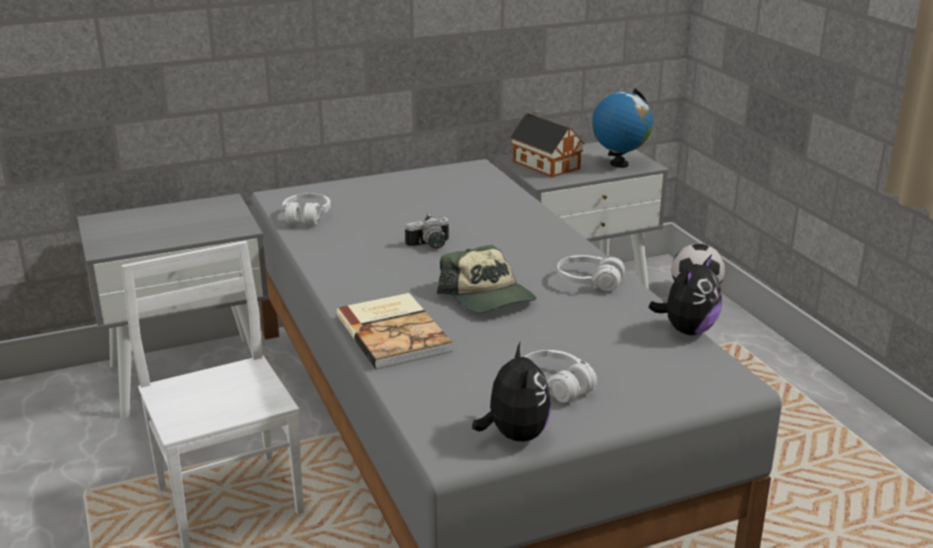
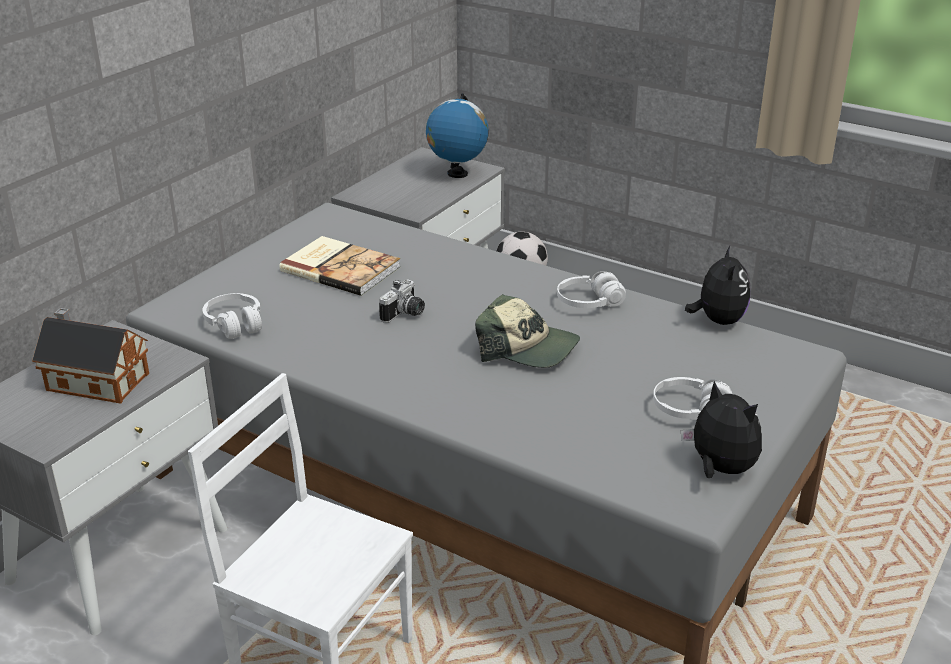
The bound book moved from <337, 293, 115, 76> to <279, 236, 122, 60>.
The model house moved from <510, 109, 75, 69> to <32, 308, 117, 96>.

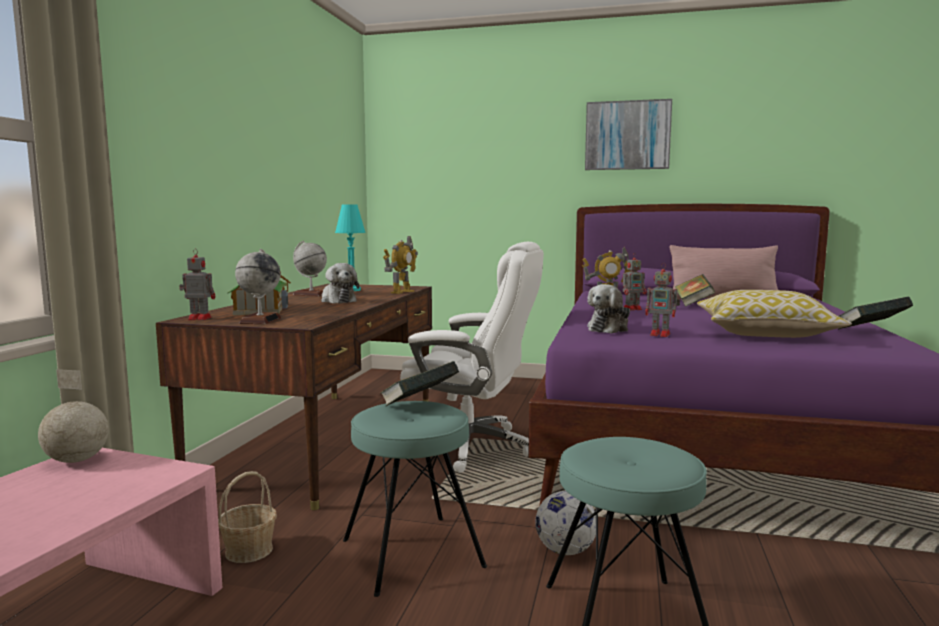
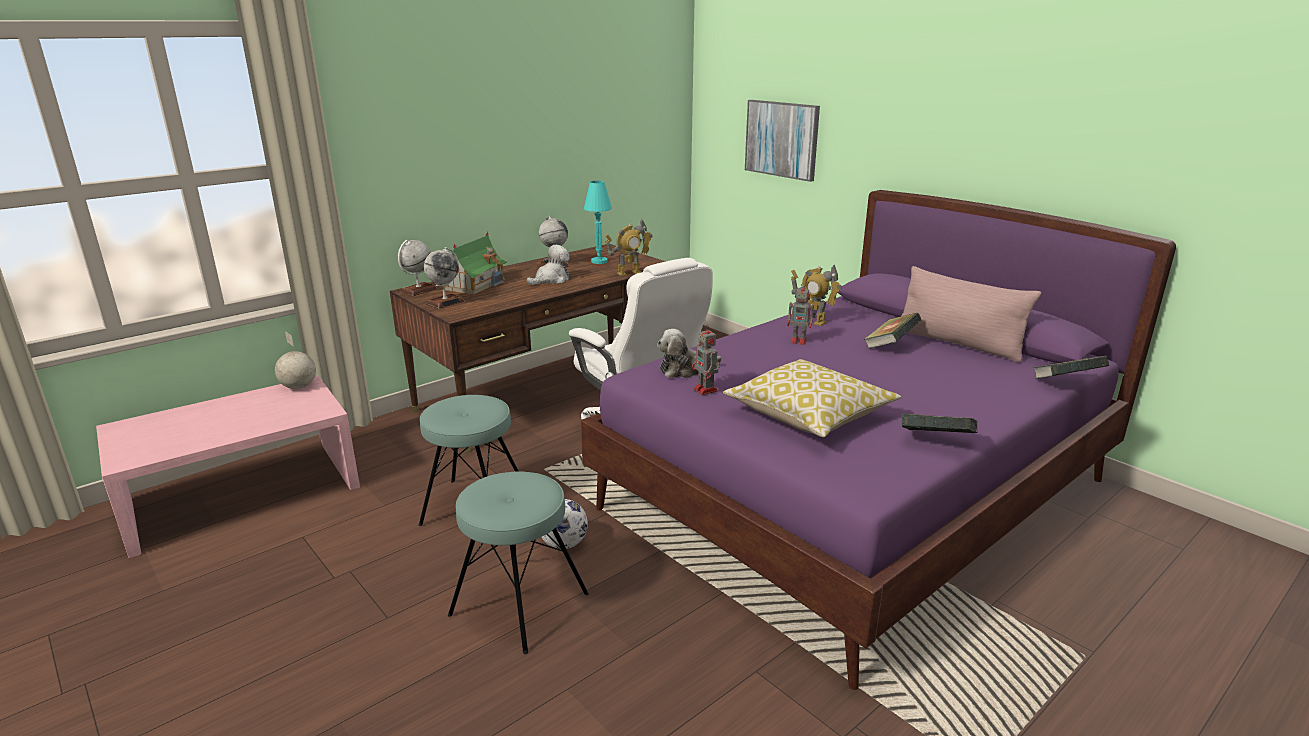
The household basket at <218, 471, 59, 92> disappeared.
The bound book moved from <380, 361, 79, 45> to <1032, 356, 77, 23>.
The wall picture moved from <585, 99, 87, 71> to <745, 100, 75, 82>.
The robot figure at <179, 249, 36, 71> was replaced by the world globe at <398, 240, 39, 56>.
The plush toy at <321, 263, 38, 40> turned 135 degrees counterclockwise.

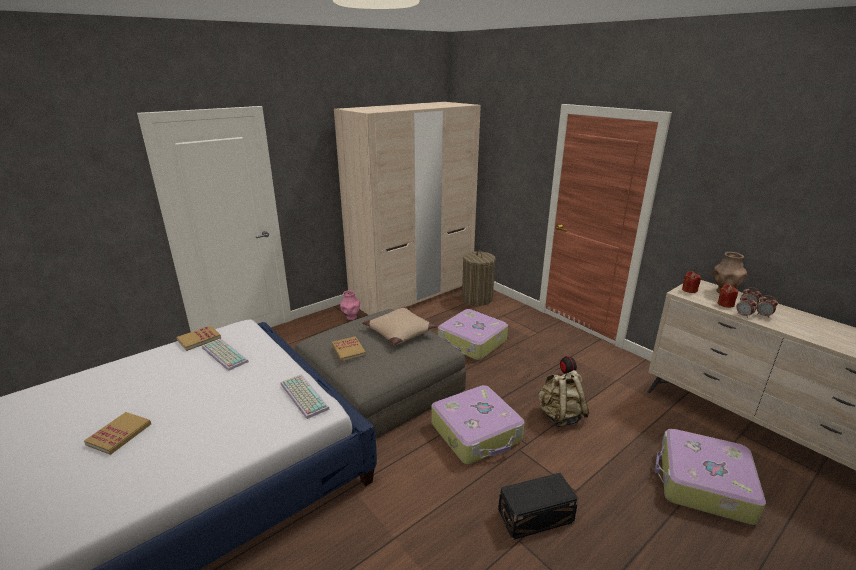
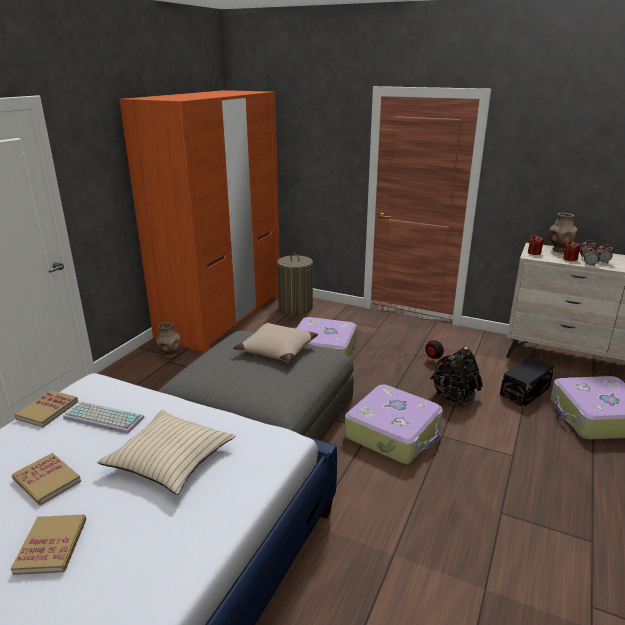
The PC keyboard at <281, 374, 48, 45> disappeared.
The pillow/beige at <97, 410, 138, 85> appeared.
The bound book moved from <332, 336, 34, 26> to <12, 453, 69, 52>.
The storage bin/blackish moved from <498, 473, 81, 67> to <500, 356, 54, 51>.
The armoire/beige at <334, 102, 147, 213> became the armoire/orange-coloured at <119, 90, 161, 262>.
The decorative vase/pinkish at <340, 290, 20, 30> became the decorative vase/brownish at <156, 322, 25, 37>.
The backpack/beige at <538, 370, 51, 57> became the backpack/blackish at <430, 347, 53, 60>.

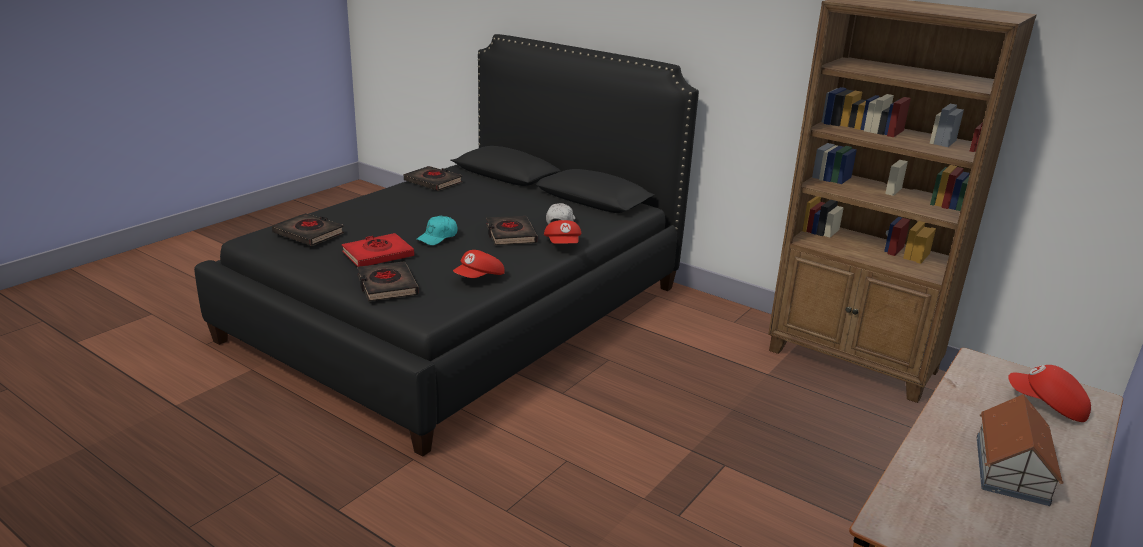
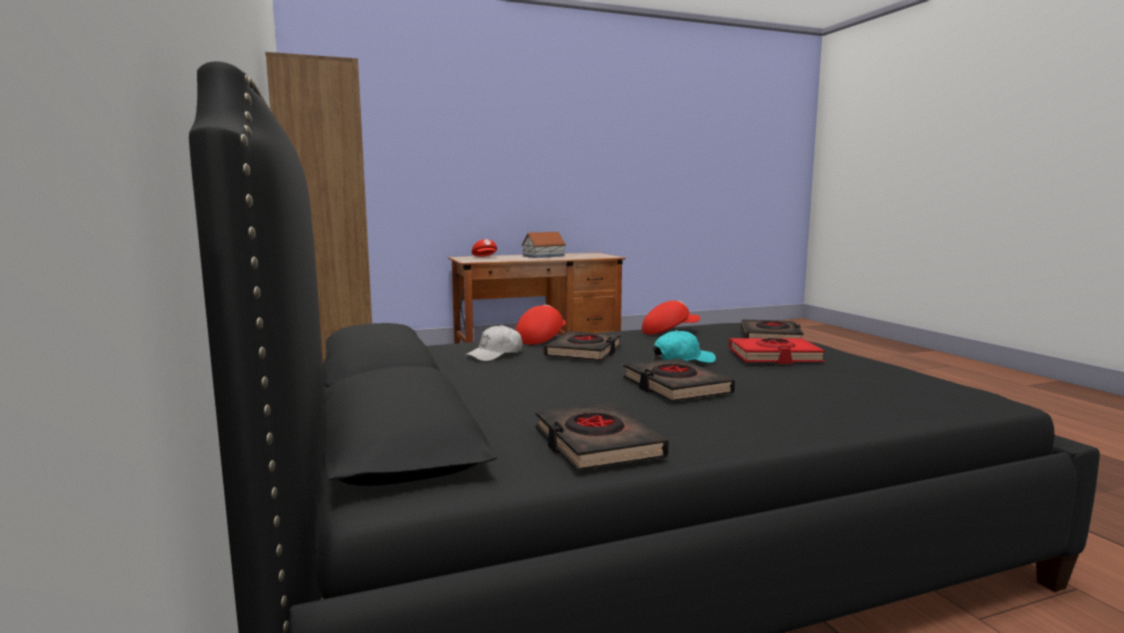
The bound book/blackish moved from <272, 213, 72, 33> to <623, 359, 112, 42>.

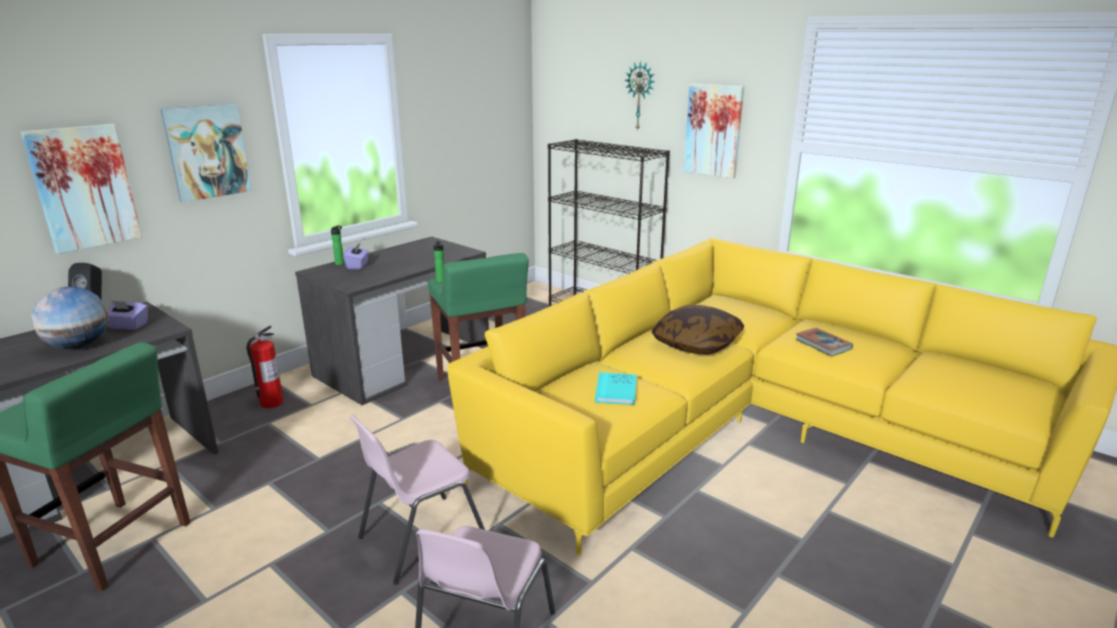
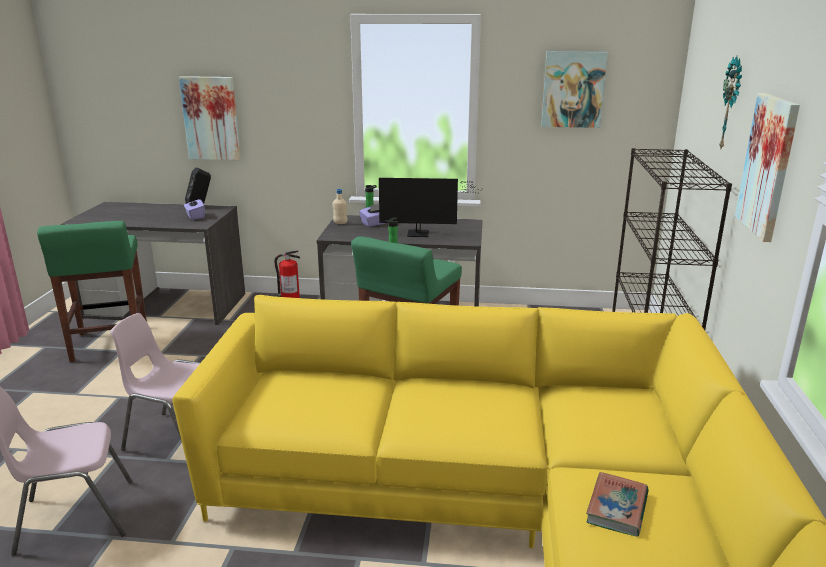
The world globe at <31, 287, 78, 62> disappeared.
The bound book/blue-green at <595, 372, 42, 33> disappeared.
The pillow at <652, 305, 92, 50> disappeared.
The drink bottle/beige at <333, 189, 14, 35> appeared.
The monitor at <379, 178, 103, 59> appeared.
The wall picture moved from <160, 104, 92, 98> to <541, 51, 67, 77>.

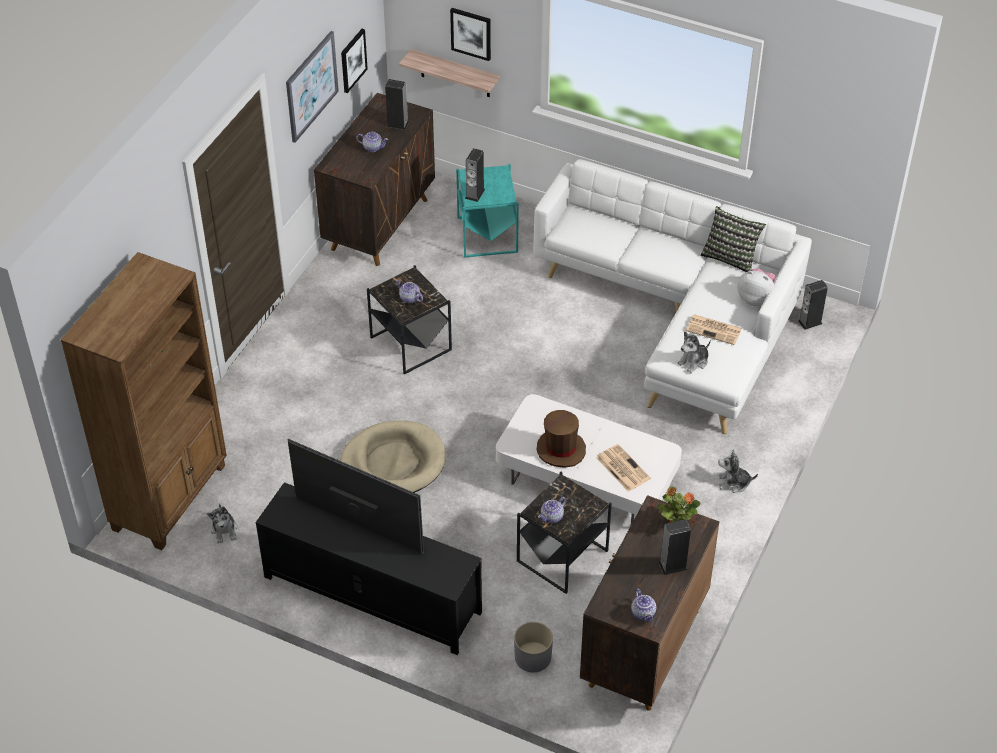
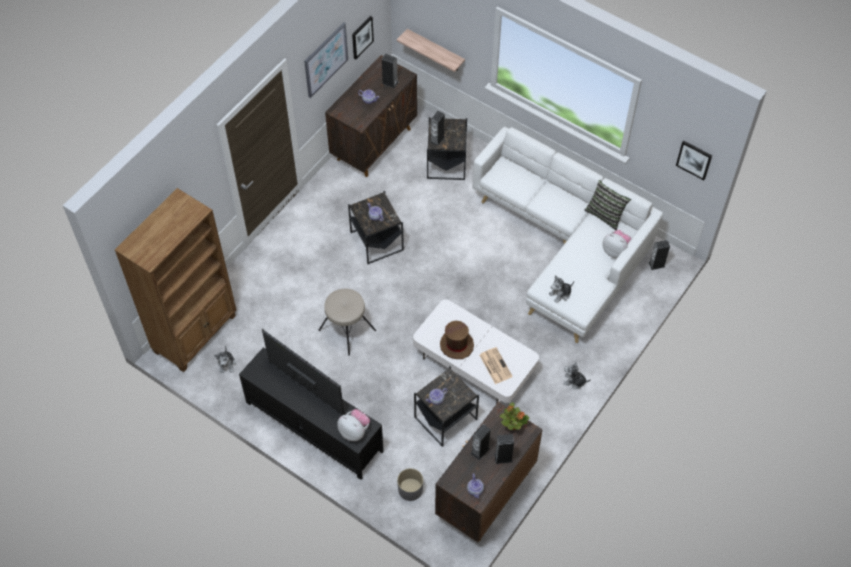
The newspaper at <686, 314, 56, 31> disappeared.
The plush toy at <337, 409, 33, 32> appeared.
The speaker at <471, 424, 20, 36> appeared.
The wall picture moved from <450, 8, 41, 53> to <676, 140, 36, 40>.
The dog cushion/beige at <340, 420, 106, 73> was replaced by the stool seat/beige at <318, 289, 58, 67>.
The side table/blue-green at <456, 164, 63, 94> became the side table/blackish at <427, 117, 40, 63>.

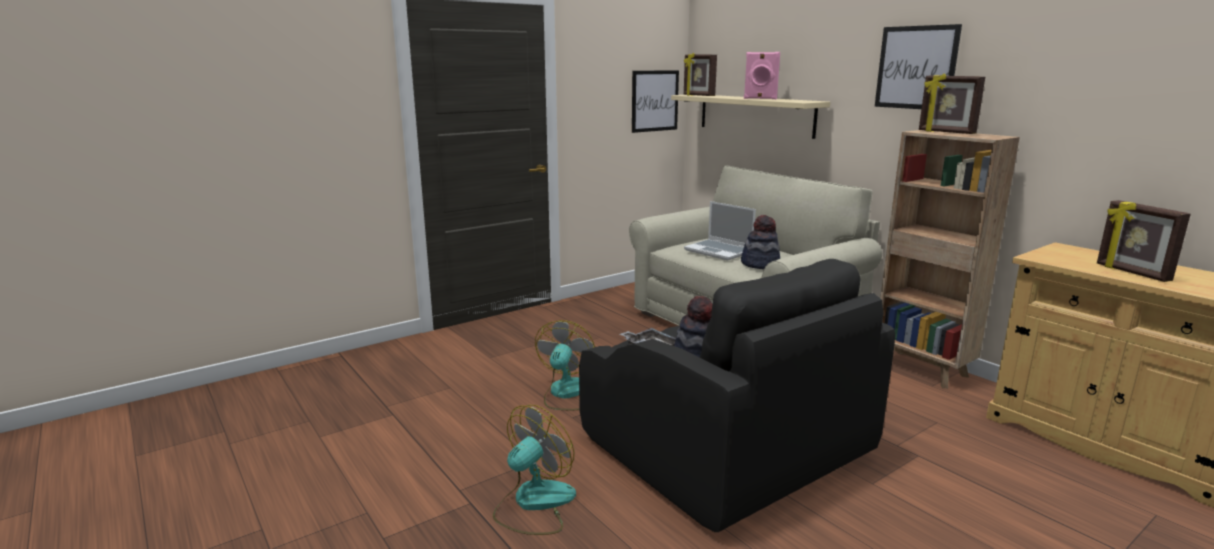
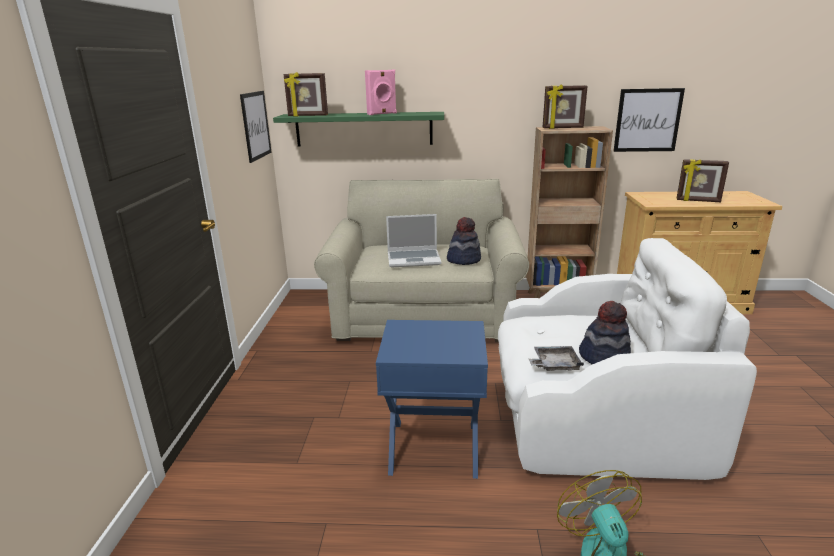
The wall picture moved from <875, 24, 87, 85> to <613, 88, 72, 64>.
The cooling fan at <535, 320, 60, 90> was replaced by the side table/blue at <376, 320, 112, 159>.
The armchair/blackish at <579, 259, 316, 273> became the armchair/white at <498, 238, 259, 242>.
The shelf/beige at <671, 95, 159, 44> became the shelf/green at <273, 112, 171, 34>.

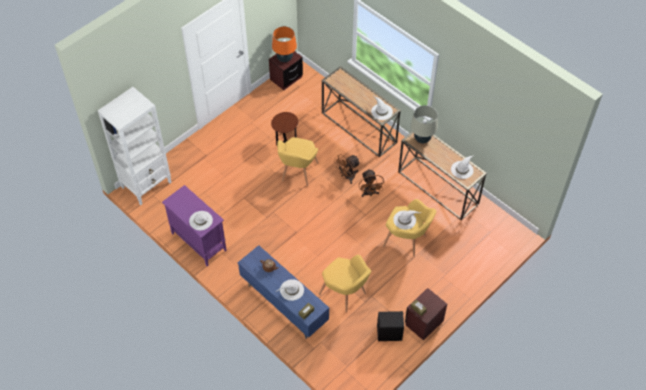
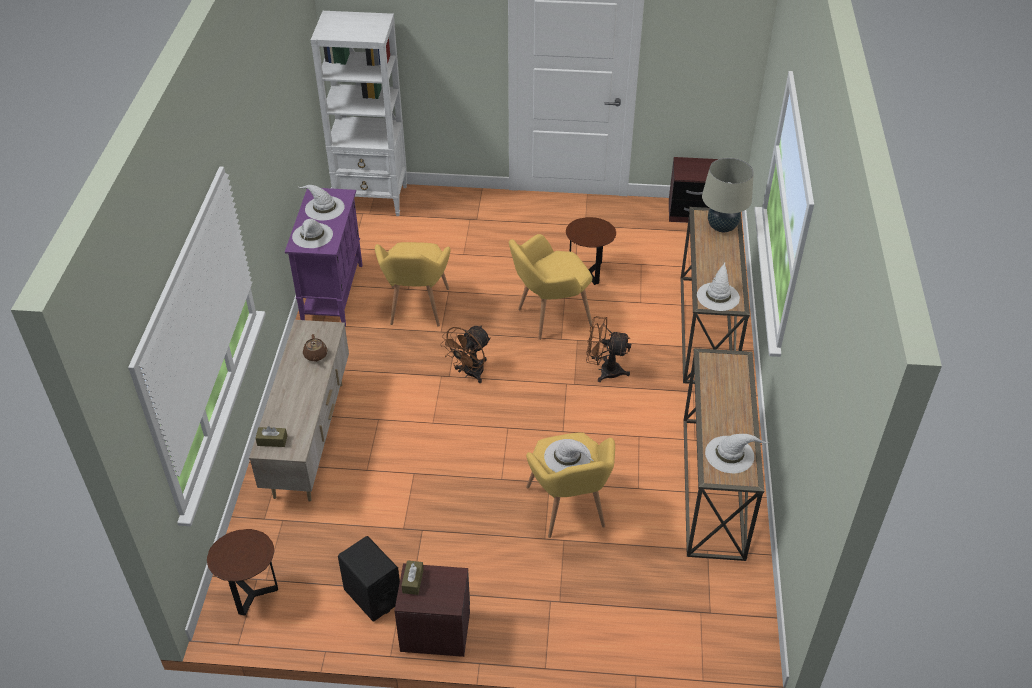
The lamp for a table/orange-coloured at <272, 26, 25, 36> disappeared.
The side table/brownish at <207, 529, 71, 87> appeared.
The hat/white moved from <277, 279, 27, 22> to <297, 185, 48, 35>.
The armchair/yellow-coloured moved from <319, 255, 52, 58> to <375, 242, 76, 85>.
The cooling fan/brownish moved from <359, 169, 26, 28> to <440, 325, 51, 58>.
The lamp for a table/beige moved from <410, 105, 28, 38> to <702, 158, 52, 74>.
The tv unit/blue at <237, 245, 92, 94> became the tv unit/beige at <249, 320, 100, 182>.

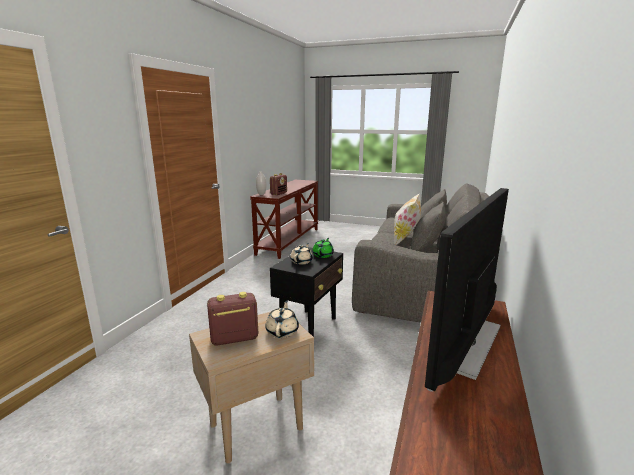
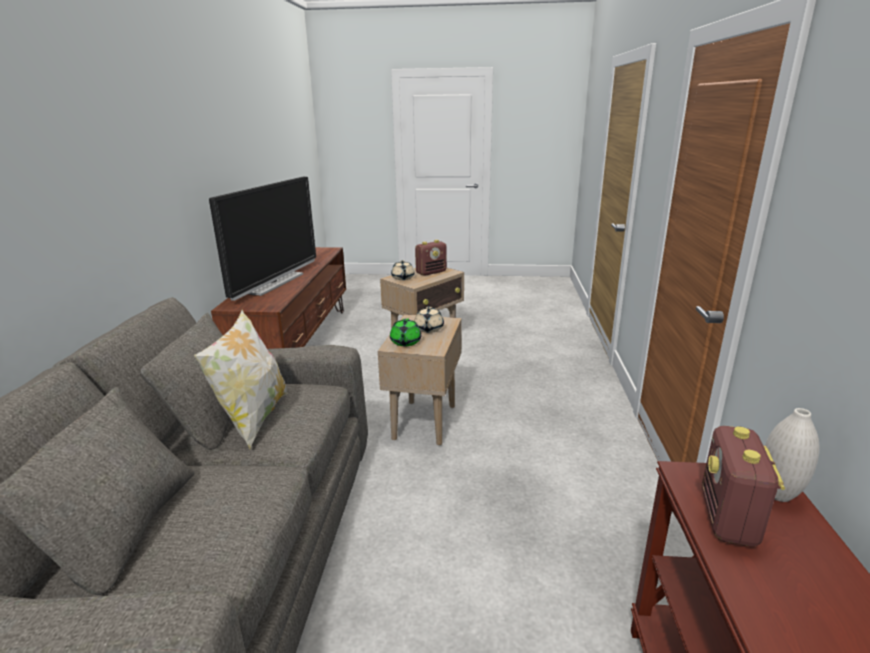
The side table/blackish at <270, 247, 73, 90> became the side table/beige at <378, 314, 84, 131>.

